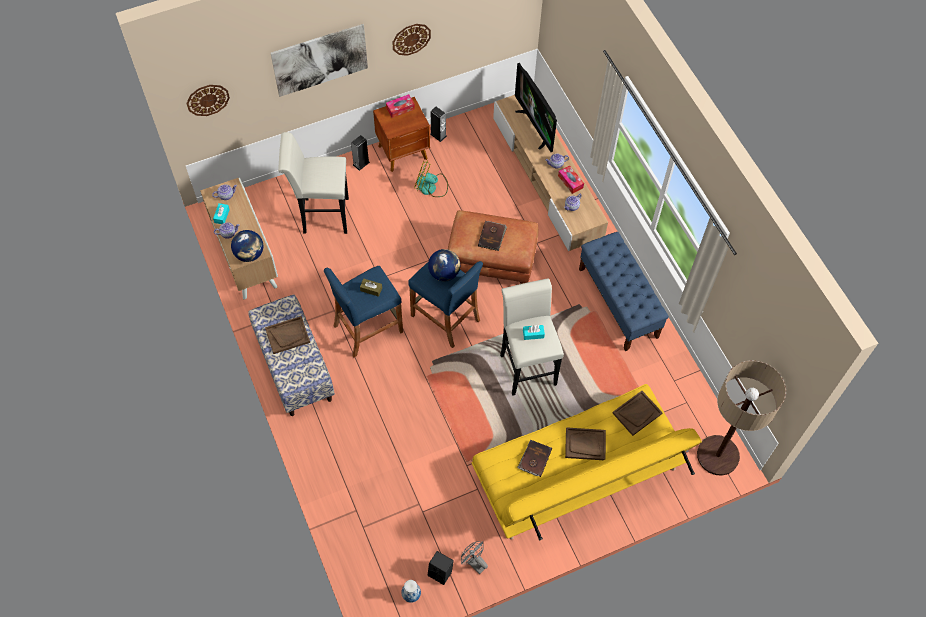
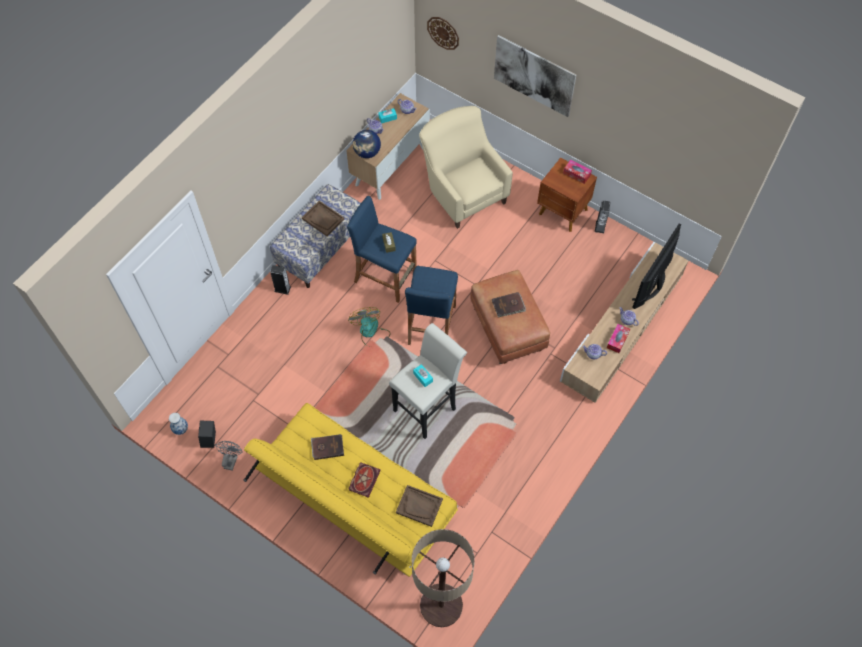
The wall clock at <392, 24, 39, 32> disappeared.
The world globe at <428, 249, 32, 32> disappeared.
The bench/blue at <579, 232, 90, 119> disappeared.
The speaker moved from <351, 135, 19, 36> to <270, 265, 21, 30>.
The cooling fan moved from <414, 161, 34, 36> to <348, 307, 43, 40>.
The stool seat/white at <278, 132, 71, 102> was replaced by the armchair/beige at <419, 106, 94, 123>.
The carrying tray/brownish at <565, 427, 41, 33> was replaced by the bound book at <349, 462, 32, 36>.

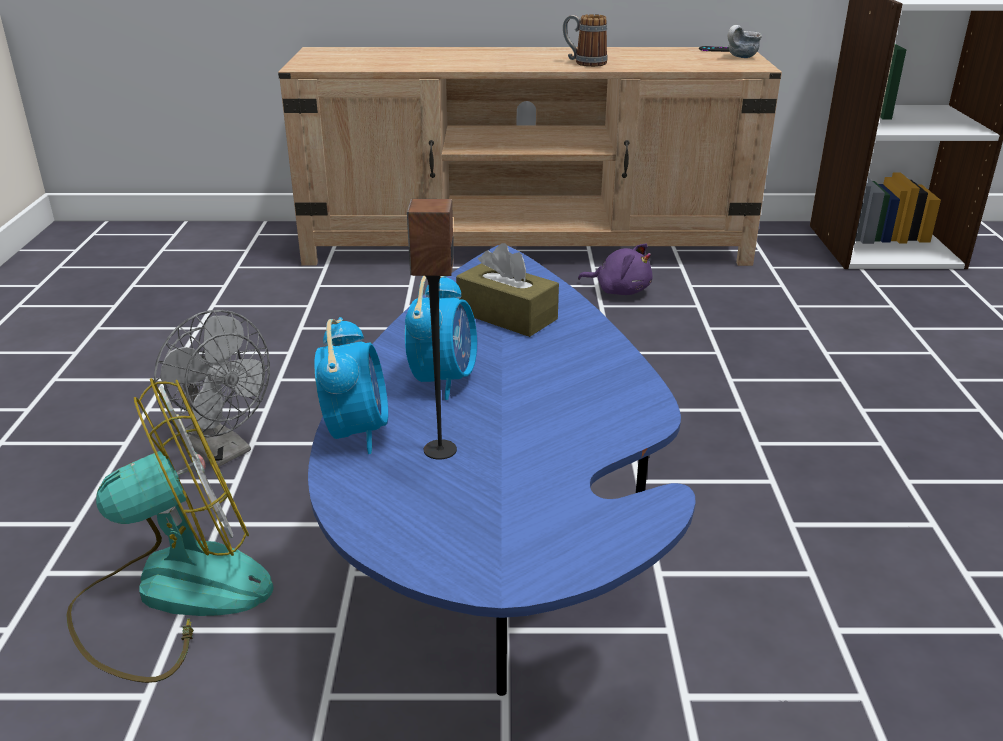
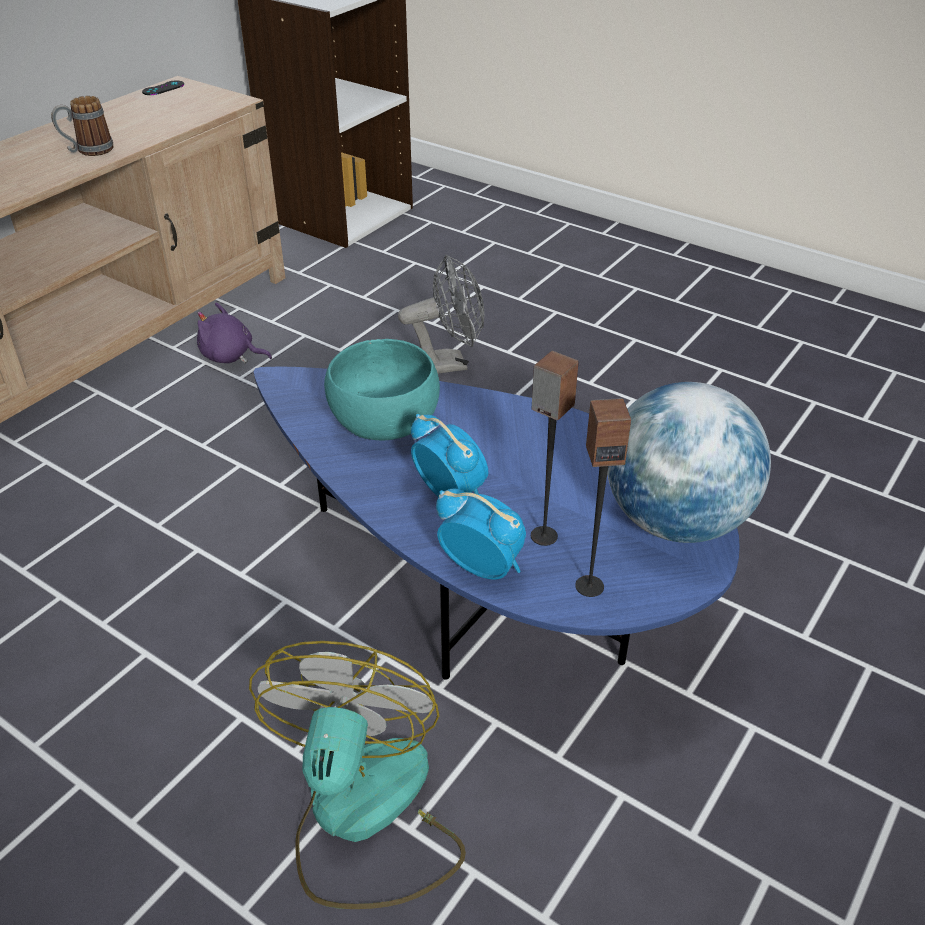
The mug at <728, 25, 34, 33> disappeared.
The speaker at <575, 398, 56, 199> appeared.
The world globe at <607, 382, 164, 161> appeared.
The cooling fan/gray moved from <154, 310, 116, 157> to <398, 255, 87, 119>.
The tissue holder/brownish at <456, 243, 103, 94> was replaced by the bowl/blue-green at <324, 339, 116, 101>.
The plush toy/purple-coloured at <578, 244, 74, 51> turned 135 degrees counterclockwise.

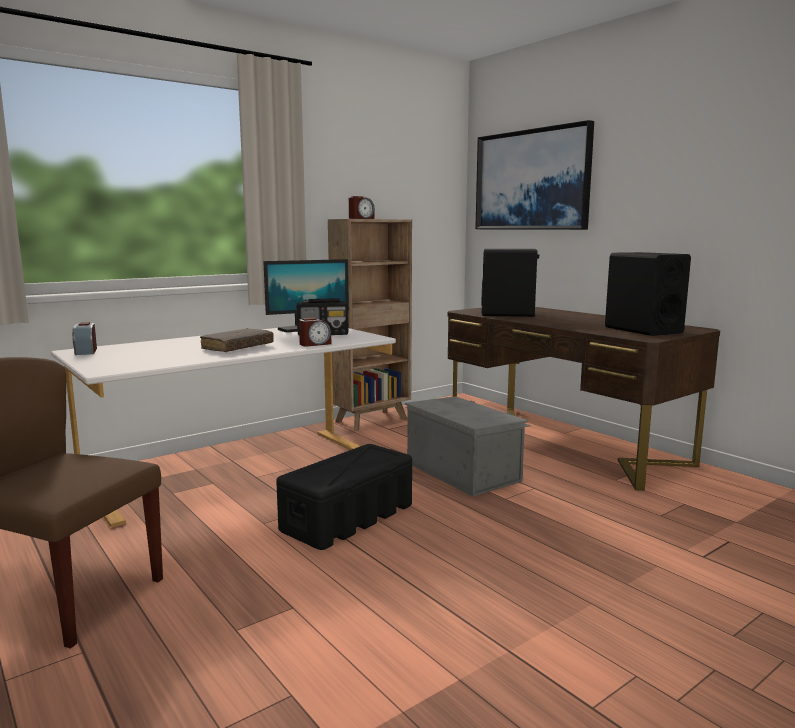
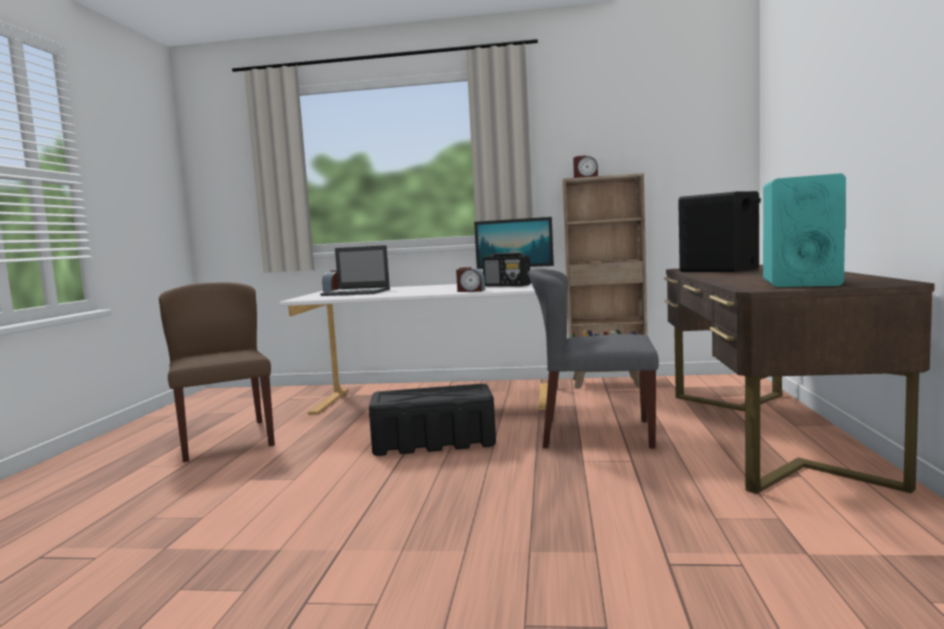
The bound book/brownish at <200, 328, 74, 24> disappeared.
The wall picture at <475, 120, 119, 110> disappeared.
The laptop at <320, 245, 70, 51> appeared.
The storage bin/gray at <405, 396, 126, 101> was replaced by the upright chair/gray at <528, 268, 131, 180>.
The speaker/blackish at <605, 252, 86, 84> became the speaker/blue-green at <763, 173, 83, 114>.

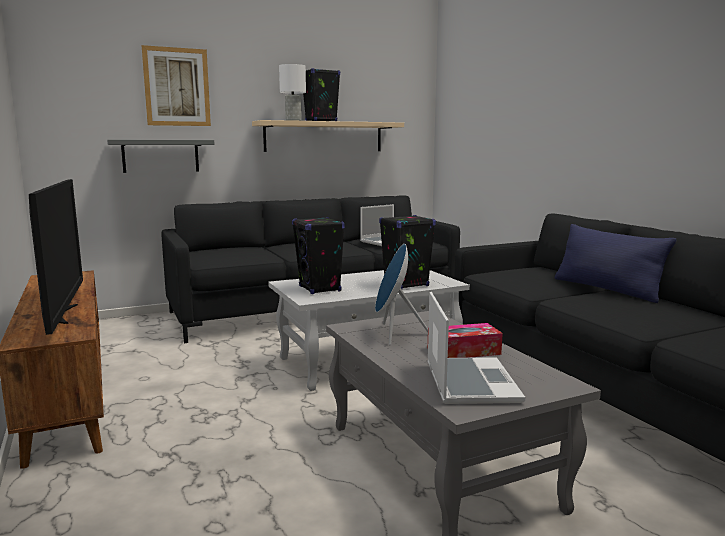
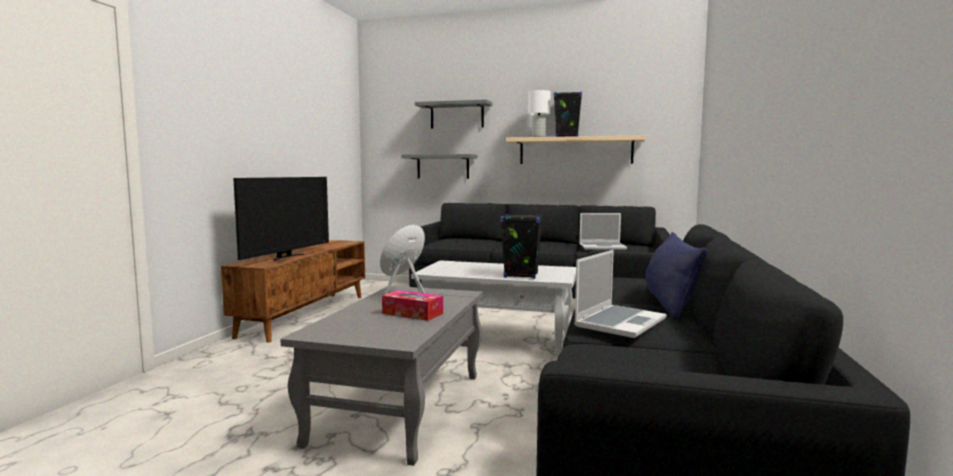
The speaker/blackish at <292, 217, 53, 77> disappeared.
The laptop moved from <427, 292, 98, 112> to <574, 250, 93, 88>.
The wall picture at <142, 45, 69, 81> was replaced by the shelf/gray at <415, 99, 78, 29>.

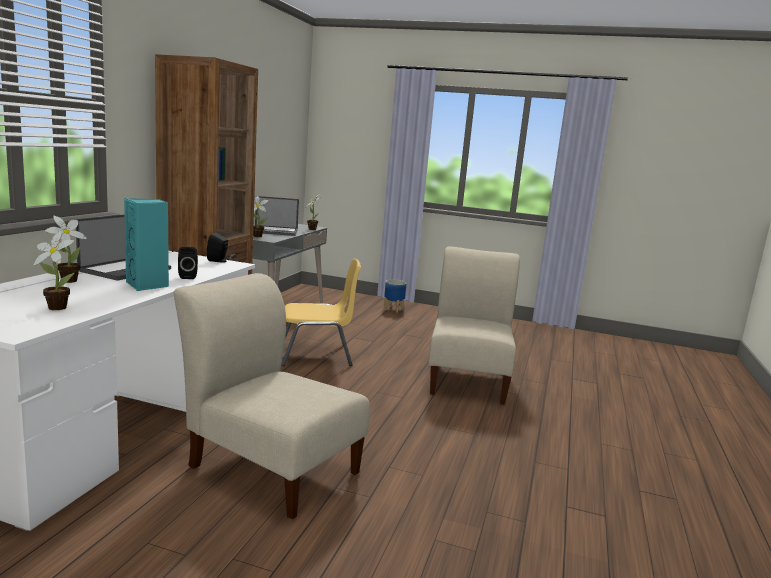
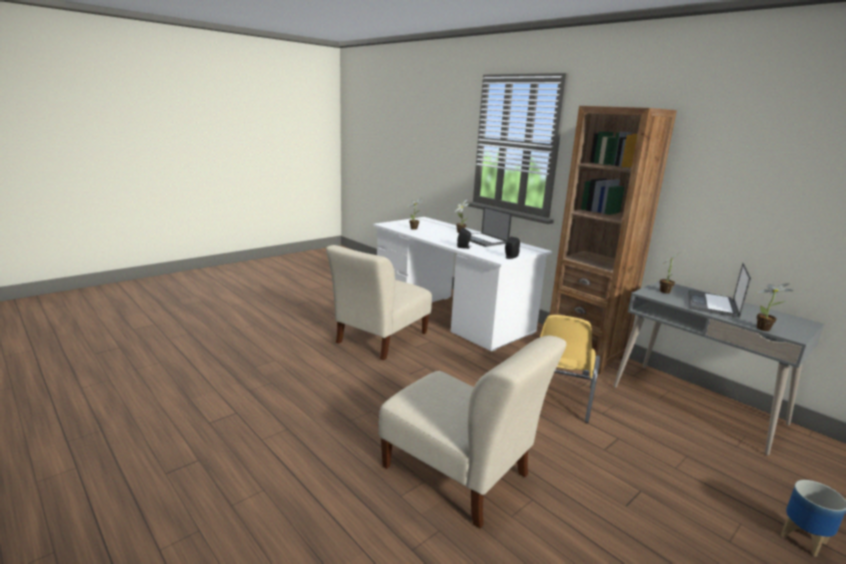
The speaker/blue-green at <124, 198, 45, 93> disappeared.
The upright chair/beige at <174, 273, 196, 247> turned 150 degrees clockwise.

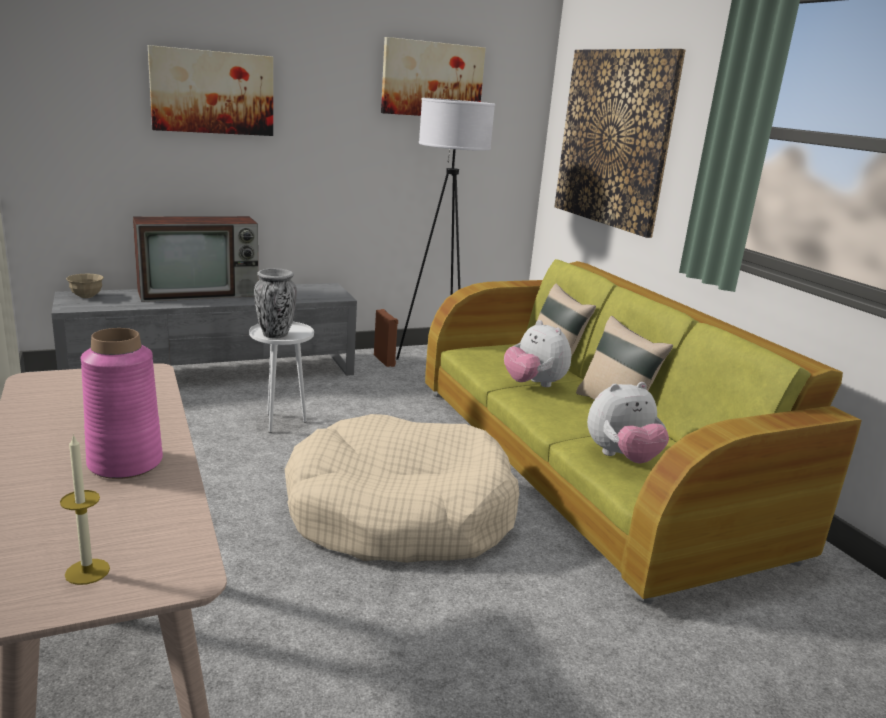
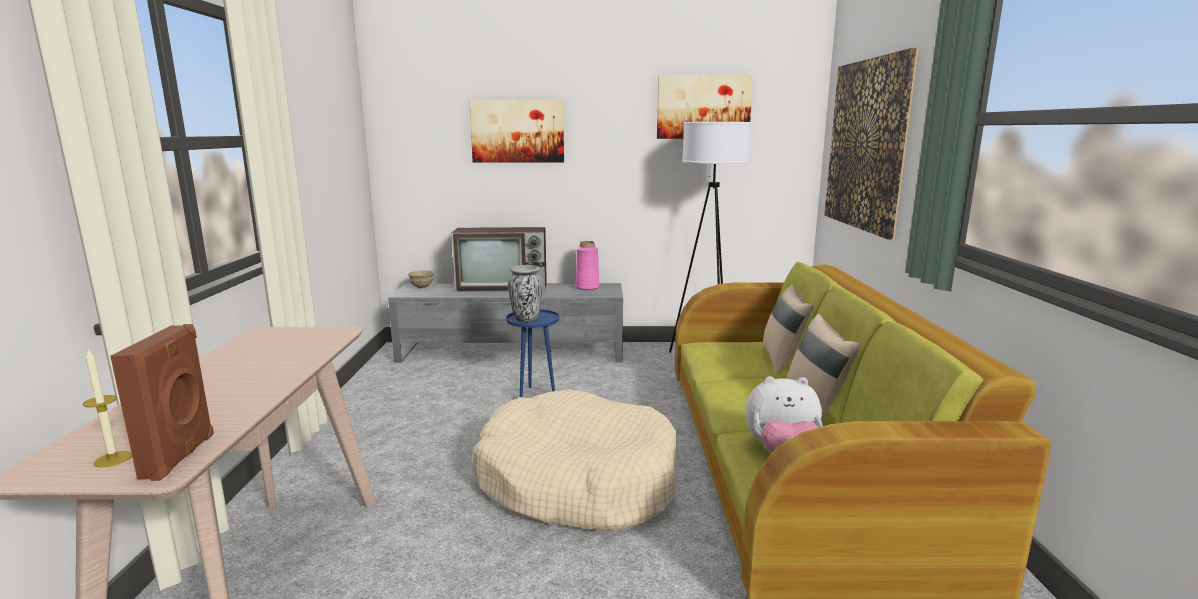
The plush toy at <504, 320, 67, 67> disappeared.
The decorative vase/pinkish moved from <81, 328, 82, 151> to <576, 241, 23, 49>.
The speaker/brownish moved from <374, 309, 24, 58> to <110, 324, 104, 157>.
The side table/white at <249, 322, 65, 111> became the side table/blue at <506, 309, 53, 88>.

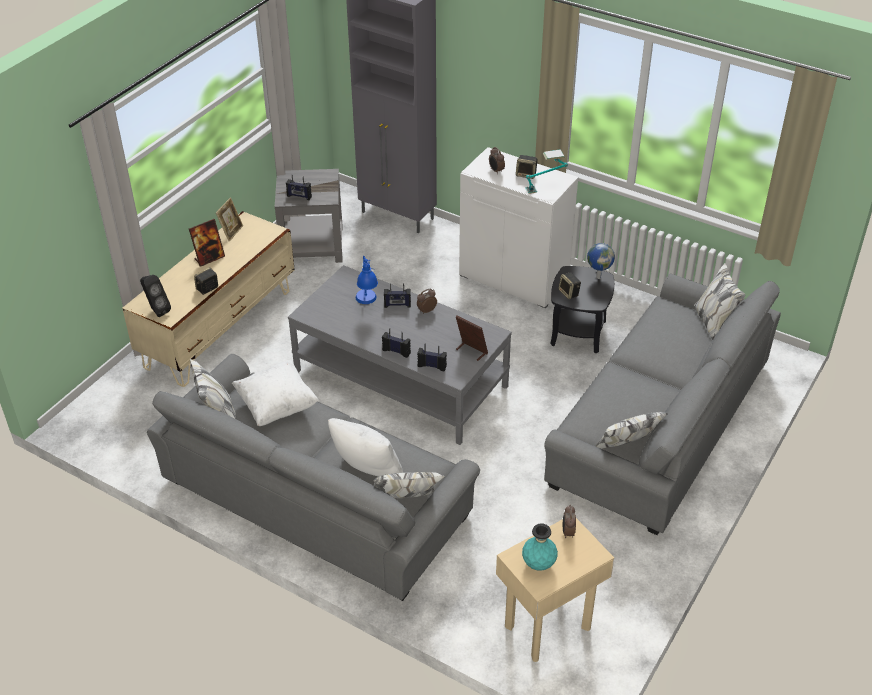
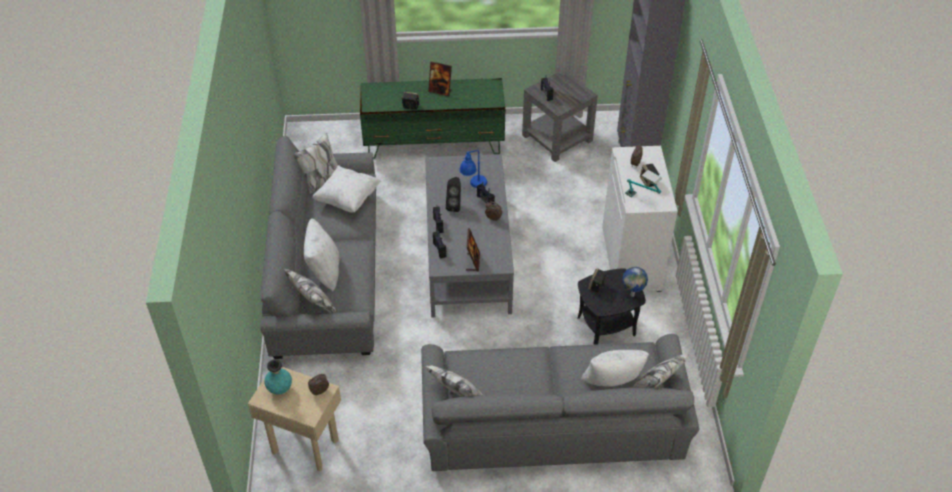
The photo frame at <216, 197, 27, 45> disappeared.
The pillow/white at <581, 350, 68, 37> appeared.
The speaker/blackish moved from <140, 275, 31, 42> to <446, 177, 15, 35>.
The tv unit/beige at <122, 211, 173, 176> became the tv unit/green at <360, 78, 145, 81>.

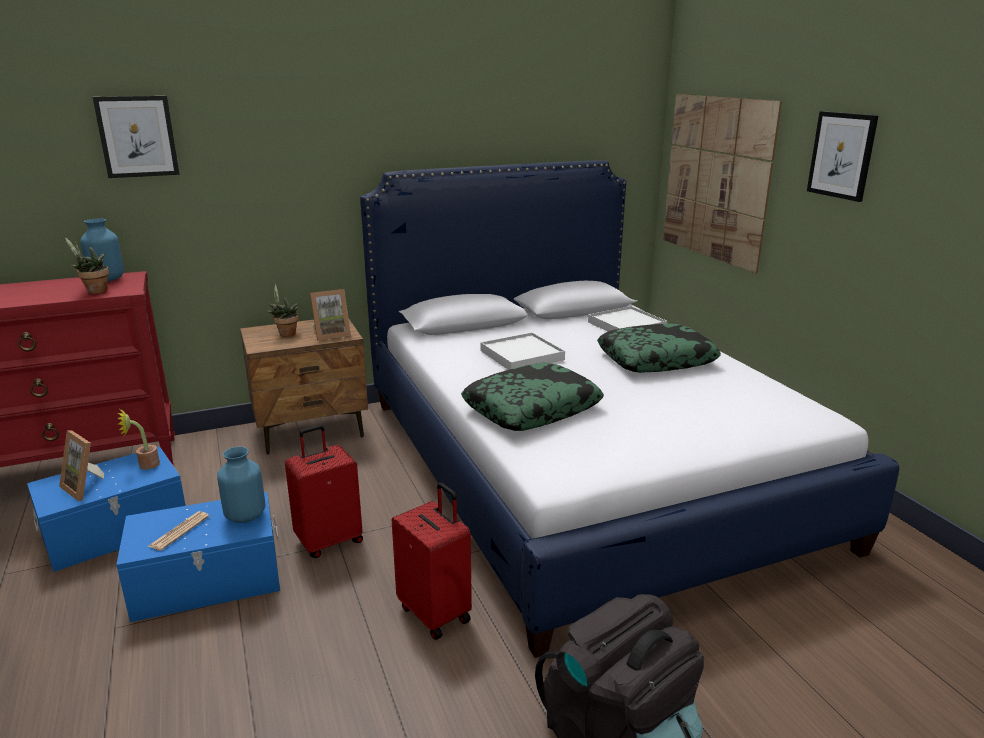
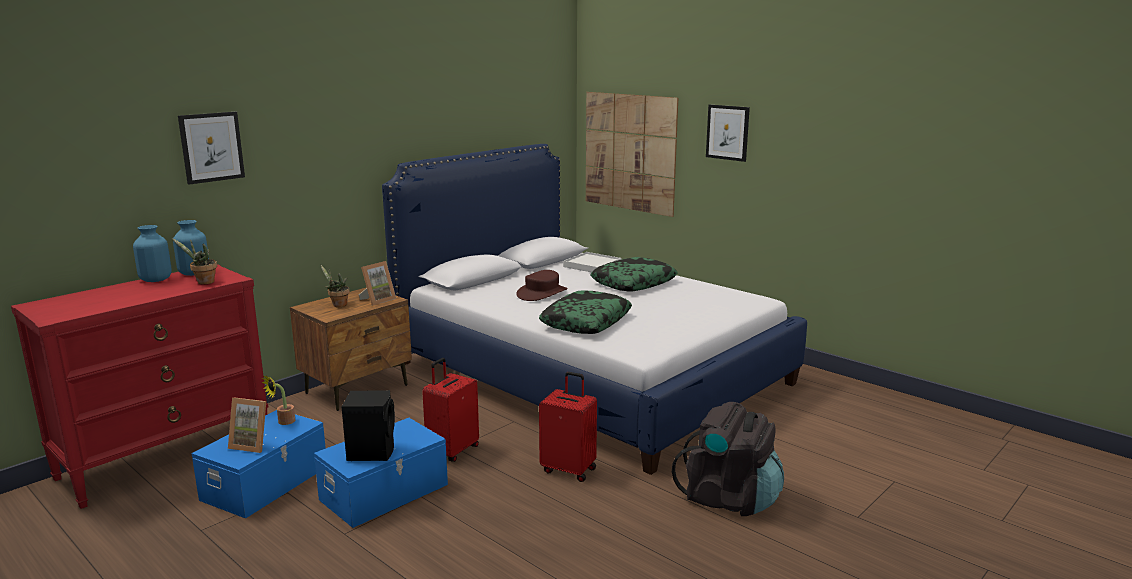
The decorative vase/blue moved from <217, 447, 48, 76> to <133, 225, 39, 57>.
The newspaper at <149, 511, 60, 40> was replaced by the speaker/blackish at <342, 390, 53, 71>.
The carrying tray/white at <480, 332, 85, 38> was replaced by the hat/brownish at <516, 270, 51, 31>.

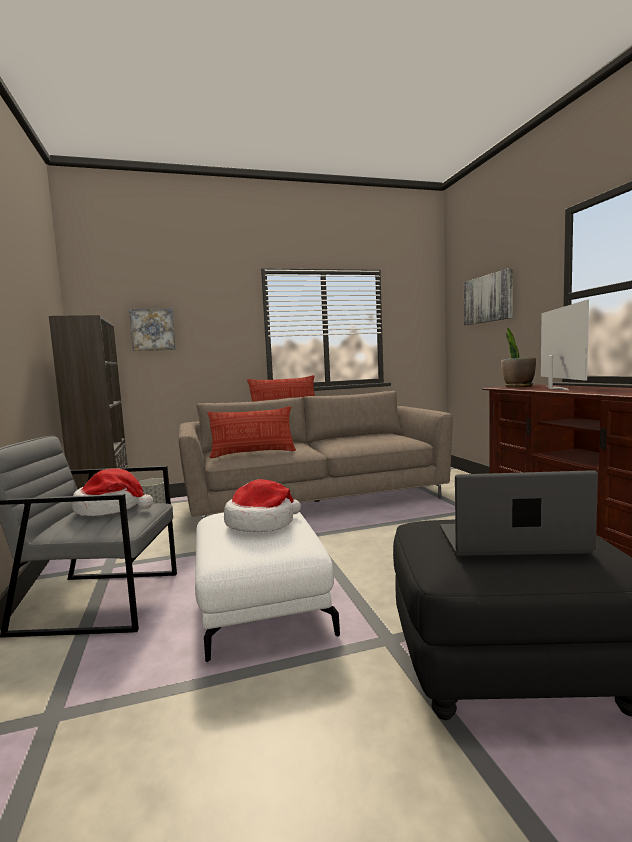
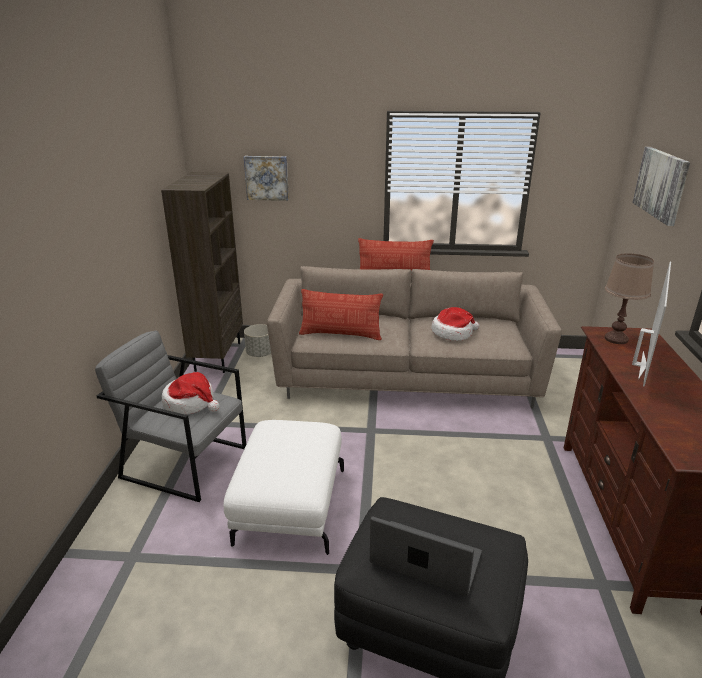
The hat moved from <224, 479, 77, 53> to <431, 307, 48, 34>.
The potted plant at <501, 328, 35, 59> was replaced by the lamp for a table/brownish at <604, 253, 50, 91>.

